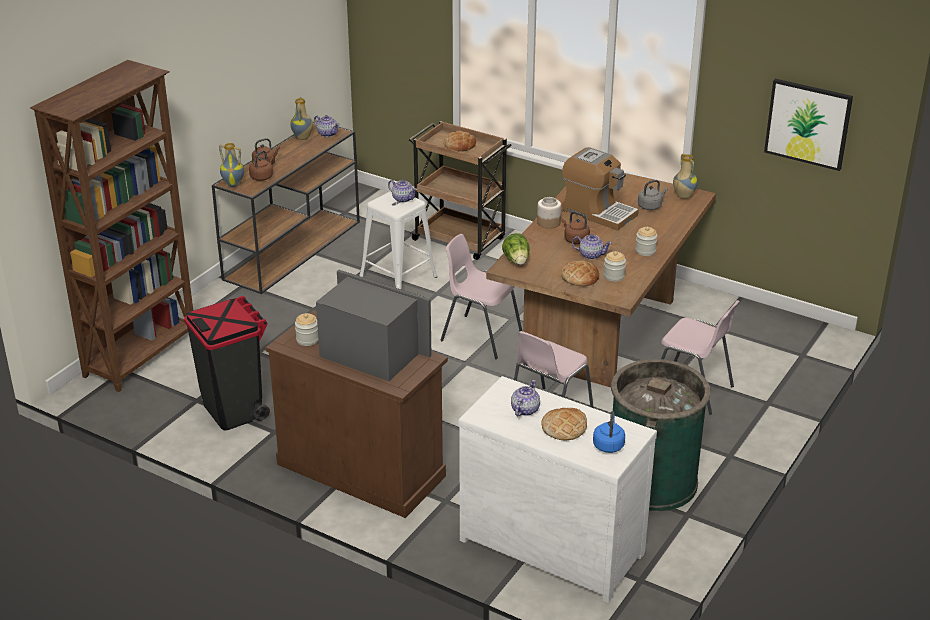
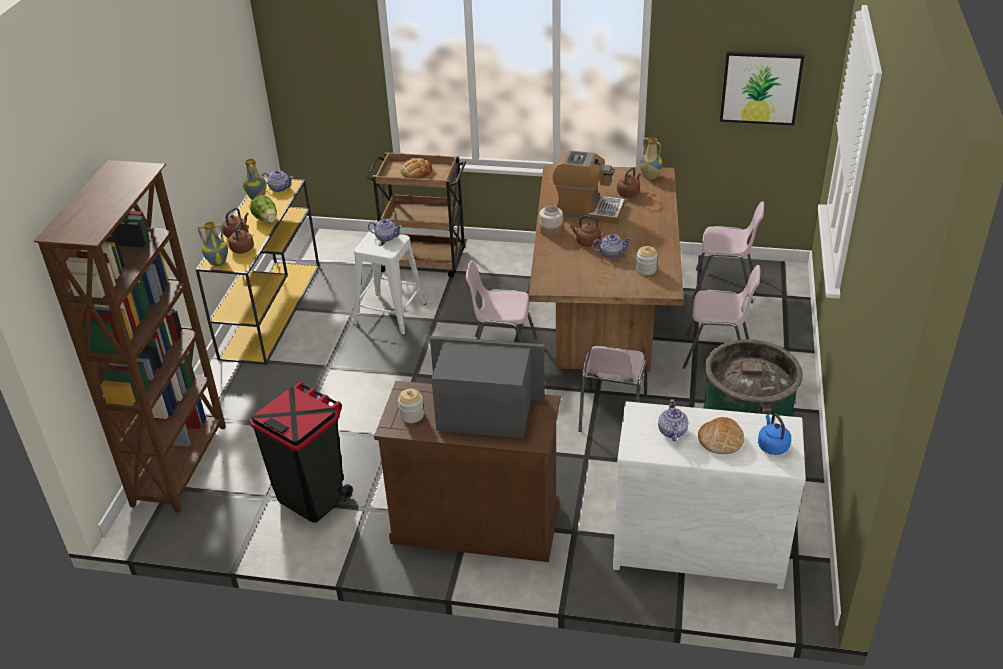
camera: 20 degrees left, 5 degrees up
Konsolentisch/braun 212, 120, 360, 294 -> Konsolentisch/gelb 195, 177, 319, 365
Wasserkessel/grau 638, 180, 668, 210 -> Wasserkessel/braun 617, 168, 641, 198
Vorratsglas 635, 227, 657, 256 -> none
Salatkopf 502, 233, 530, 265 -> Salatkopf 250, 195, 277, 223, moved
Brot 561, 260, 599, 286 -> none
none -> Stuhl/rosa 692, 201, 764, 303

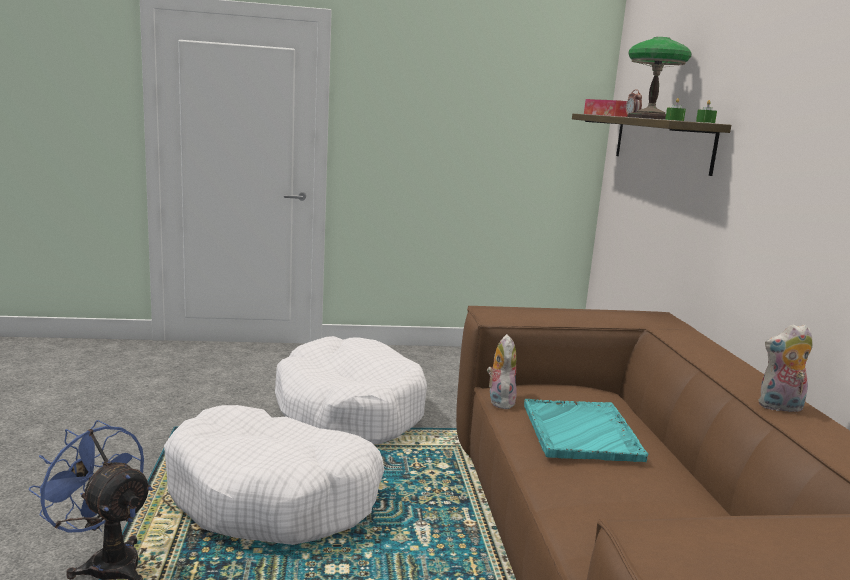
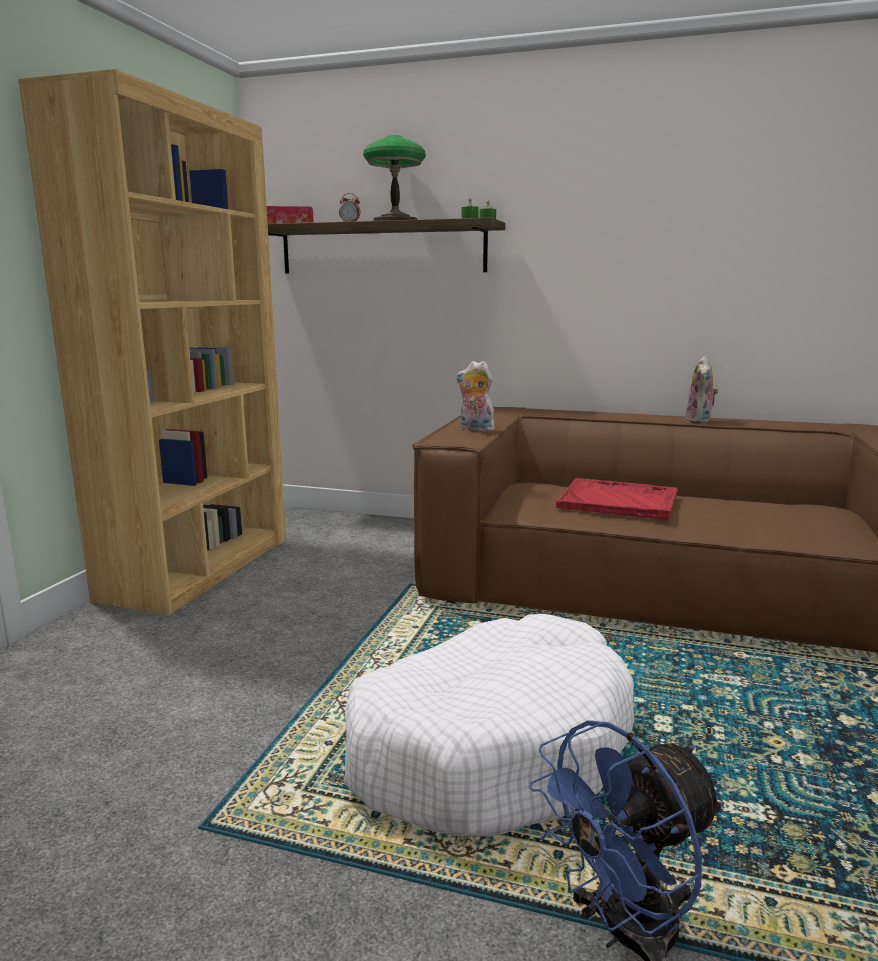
camera: 65 degrees left, 0 degrees up
Plüschtier 487, 334, 517, 409 -> Plüschtier 456, 361, 495, 432, moved
Hundebett/weiß 275, 336, 427, 445 -> none
Tablett/türkis 524, 399, 648, 462 -> Tablett/rot 556, 478, 678, 520
none -> Bücherregal/braun 18, 69, 286, 615

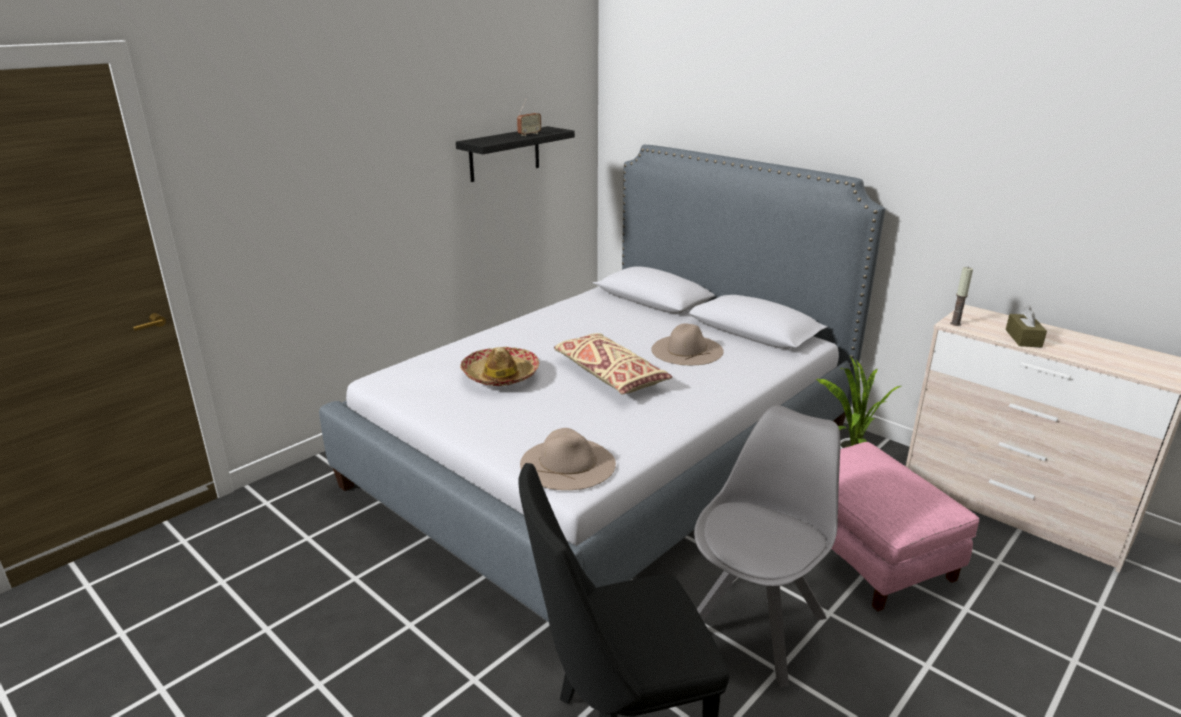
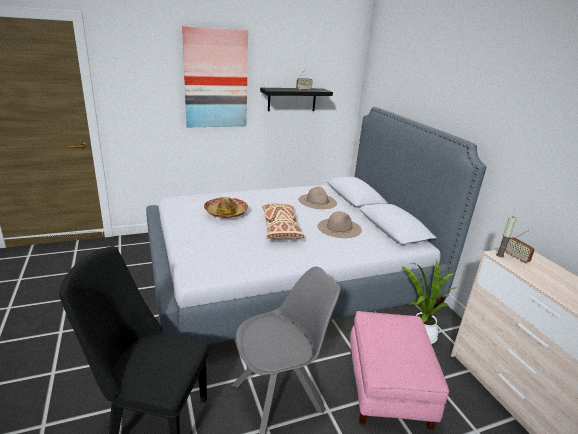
camera: 25 degrees right, 0 degrees up
Taschentuchbox/braun 1006, 305, 1047, 348 -> none
Hut/beige 520, 428, 616, 490 -> Hut/beige 299, 186, 337, 209, moved
none -> Bild 182, 26, 248, 127
none -> Radio 505, 230, 535, 263

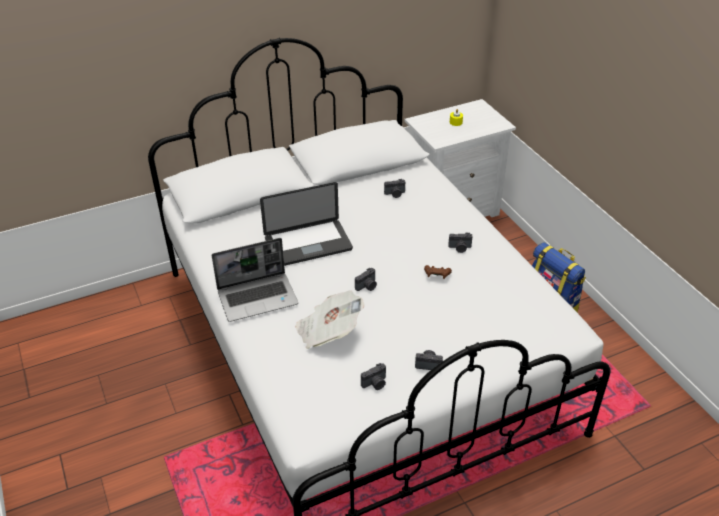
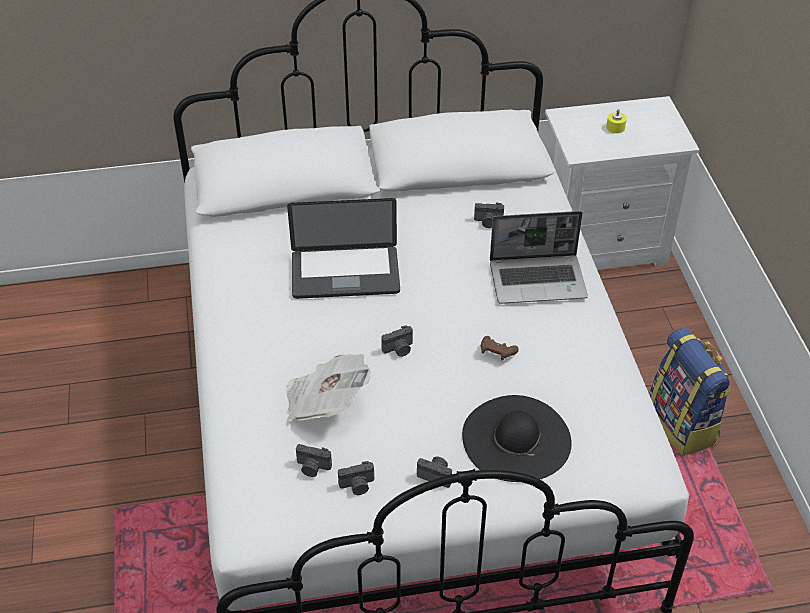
camera: 15 degrees right, 5 degrees up
Kamera 448, 232, 472, 253 -> Kamera 296, 444, 332, 477, moved
Laptop 212, 238, 298, 322 -> Laptop 490, 211, 588, 304, moved
none -> Hut/schwarz 462, 395, 572, 482

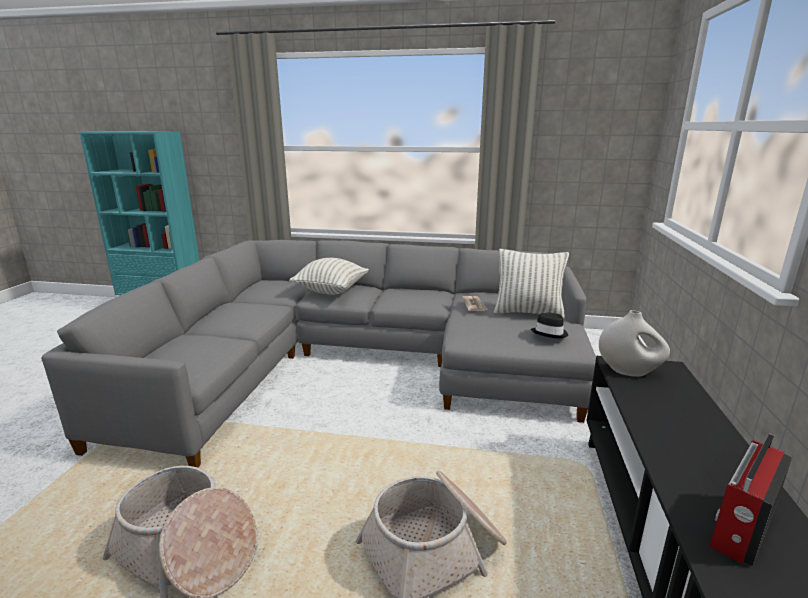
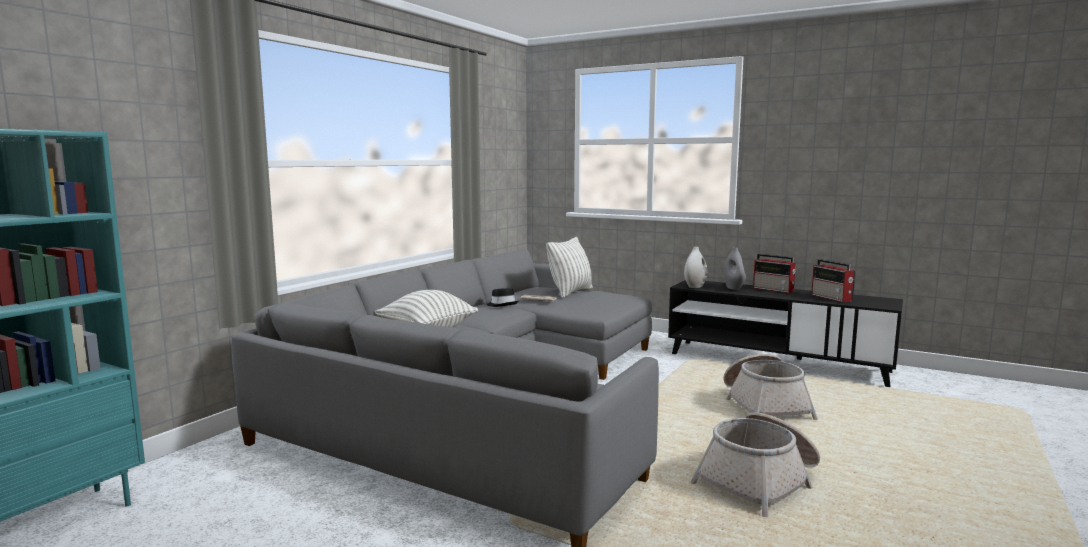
camera: 70 degrees left, 10 degrees down
Hut/schwarz 531, 312, 568, 338 -> Hut/schwarz 487, 288, 518, 307, moved
none -> Vase/grau 724, 247, 746, 290
none -> Radio 753, 254, 796, 293

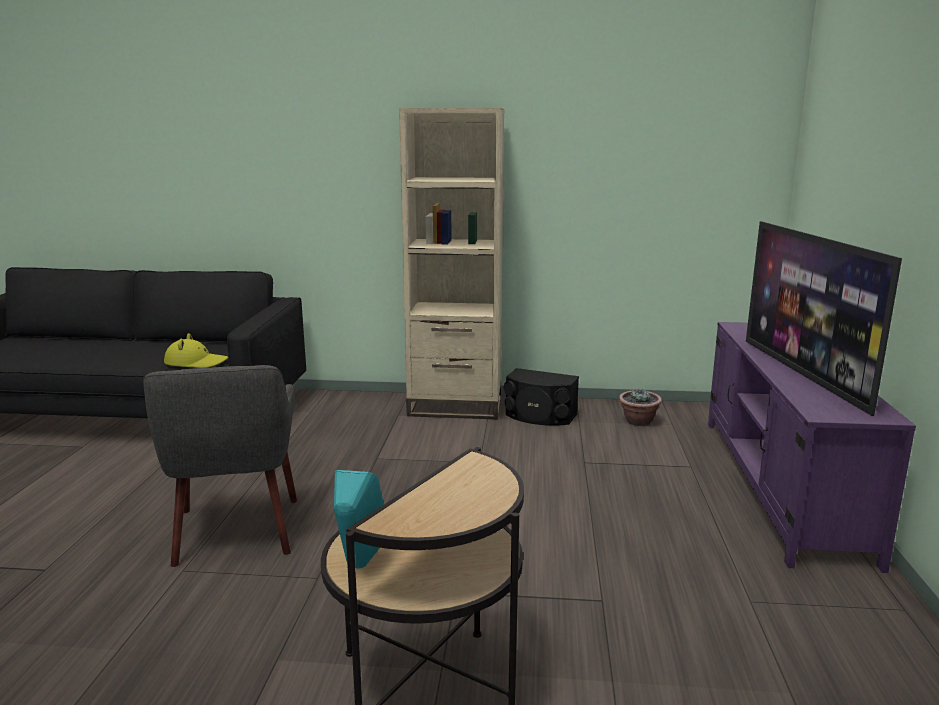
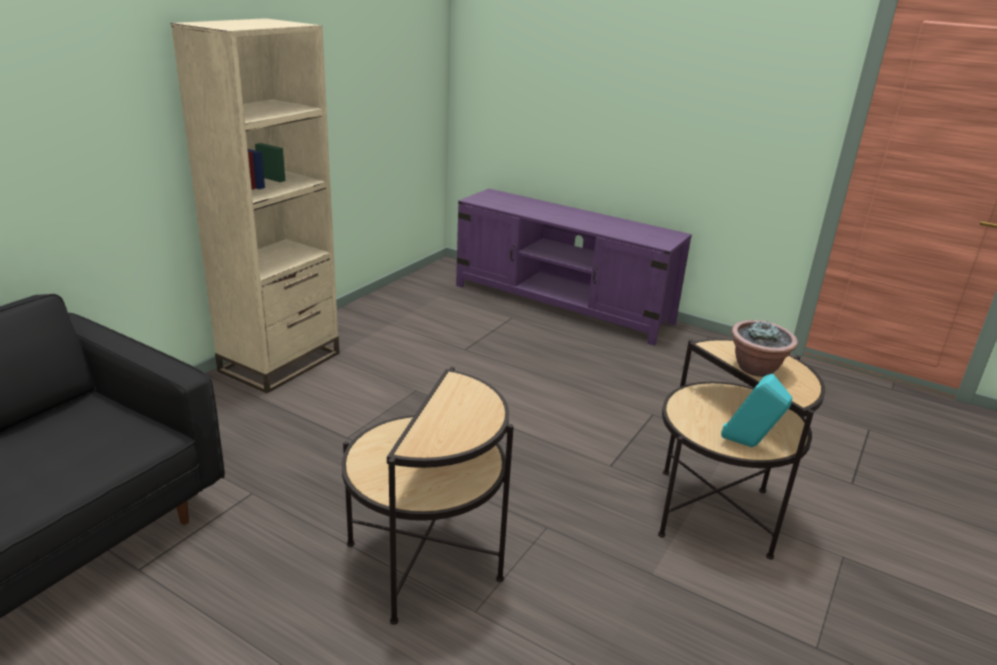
camera: 65 degrees left, 10 degrees up
Fernseher 746, 221, 902, 416 -> none
Hut/gelb 164, 333, 228, 368 -> none
Sessel/grau 143, 365, 297, 567 -> Beistelltisch 342, 367, 514, 625
Lautsprecher/schwarz 504, 368, 579, 426 -> none
Topfpflanze 619, 389, 662, 426 -> Topfpflanze 731, 320, 798, 377, moved

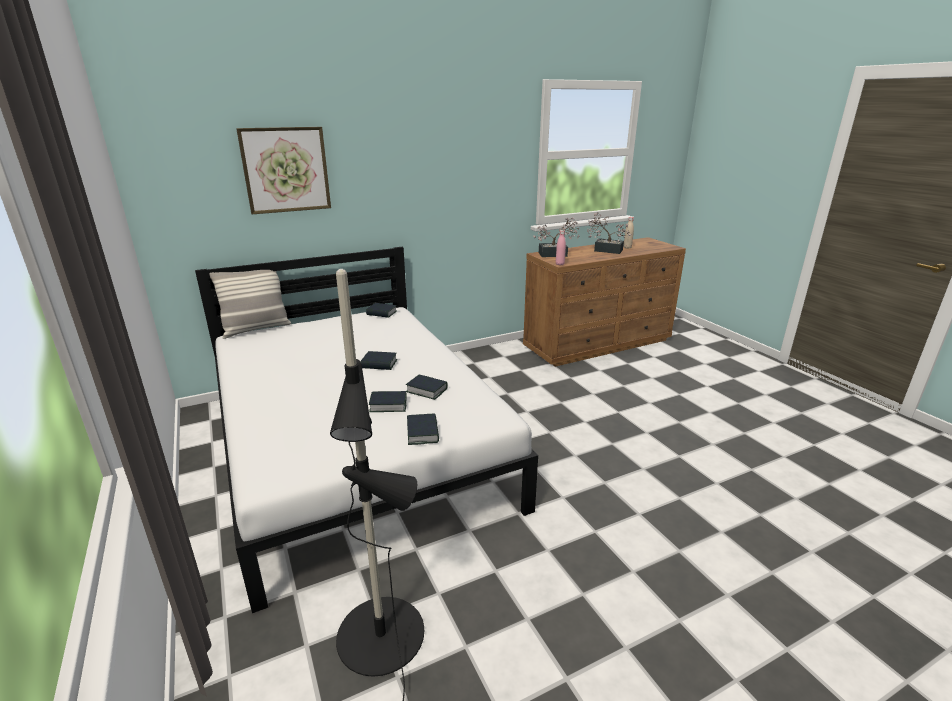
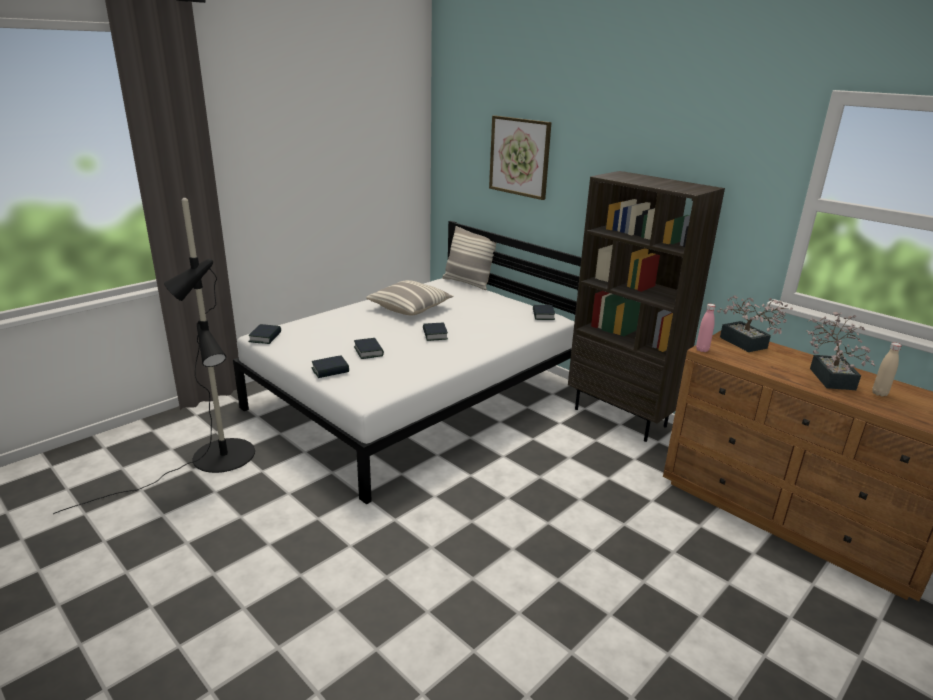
camera: 70 degrees right, 0 degrees up
Buch 406, 374, 448, 400 -> Buch 249, 324, 281, 344, moved
none -> Bücherregal/braun 568, 171, 725, 442
none -> Kissen 366, 280, 453, 316

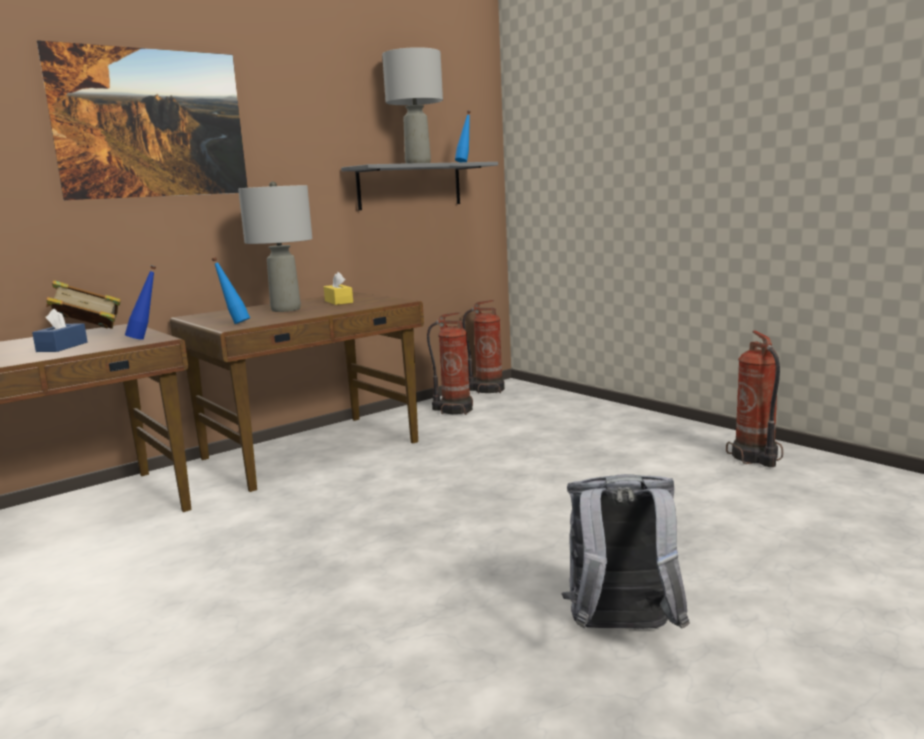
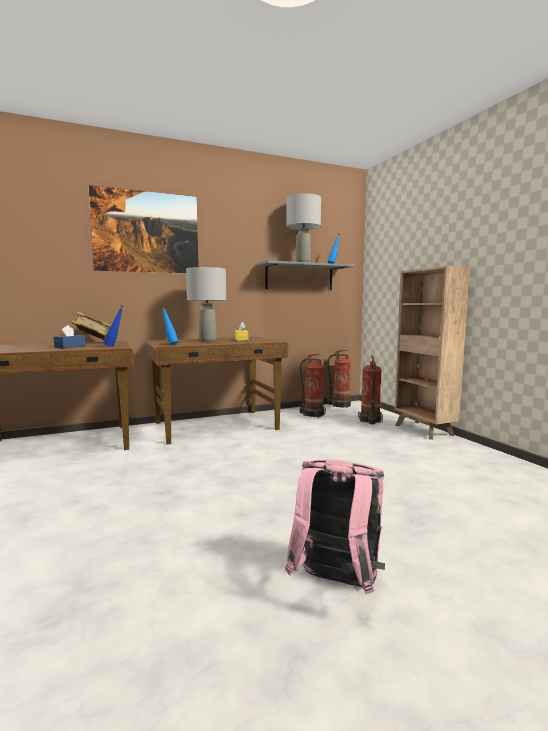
camera: 15 degrees right, 5 degrees down
Feuerlöscher 726, 330, 783, 467 -> Feuerlöscher 358, 355, 383, 424, moved
Rucksack/grau 561, 474, 690, 629 -> Rucksack/rosa 285, 460, 385, 594
none -> Bücherregal/braun 394, 266, 470, 440

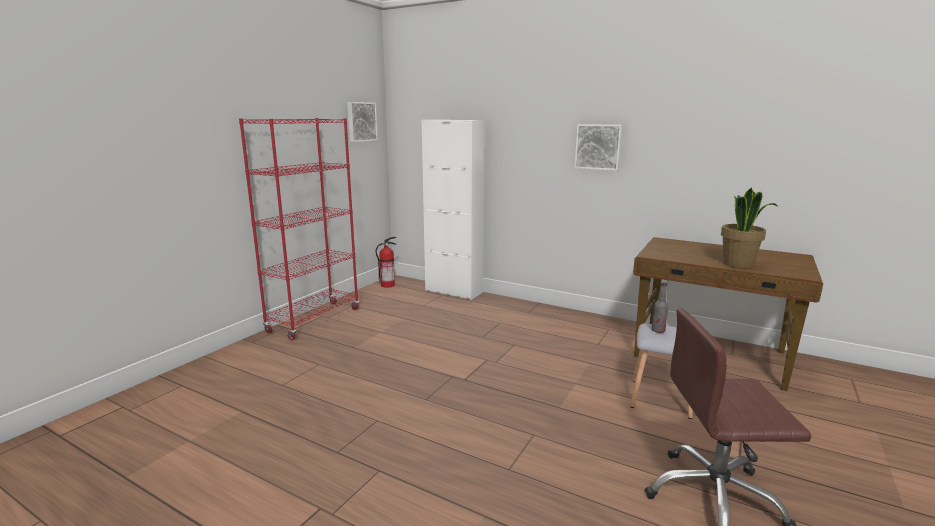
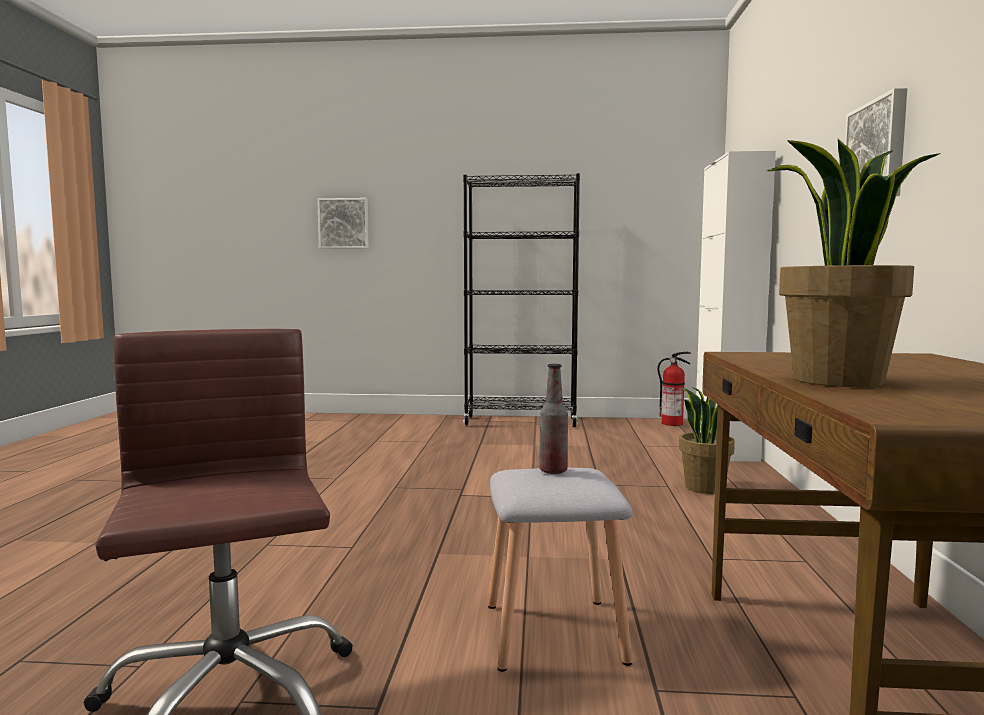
camera: 65 degrees right, 10 degrees down
Bild 347, 102, 378, 142 -> Bild 317, 198, 369, 249, moved
Bücherregal/rot 239, 118, 359, 340 -> Bücherregal/schwarz 463, 173, 580, 427
none -> Topfpflanze 679, 387, 735, 494

